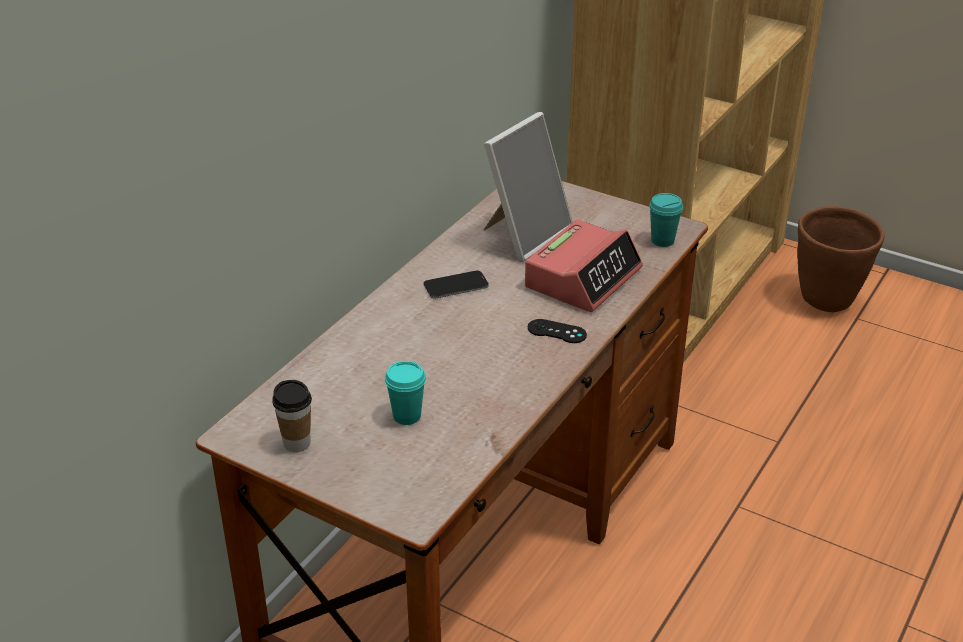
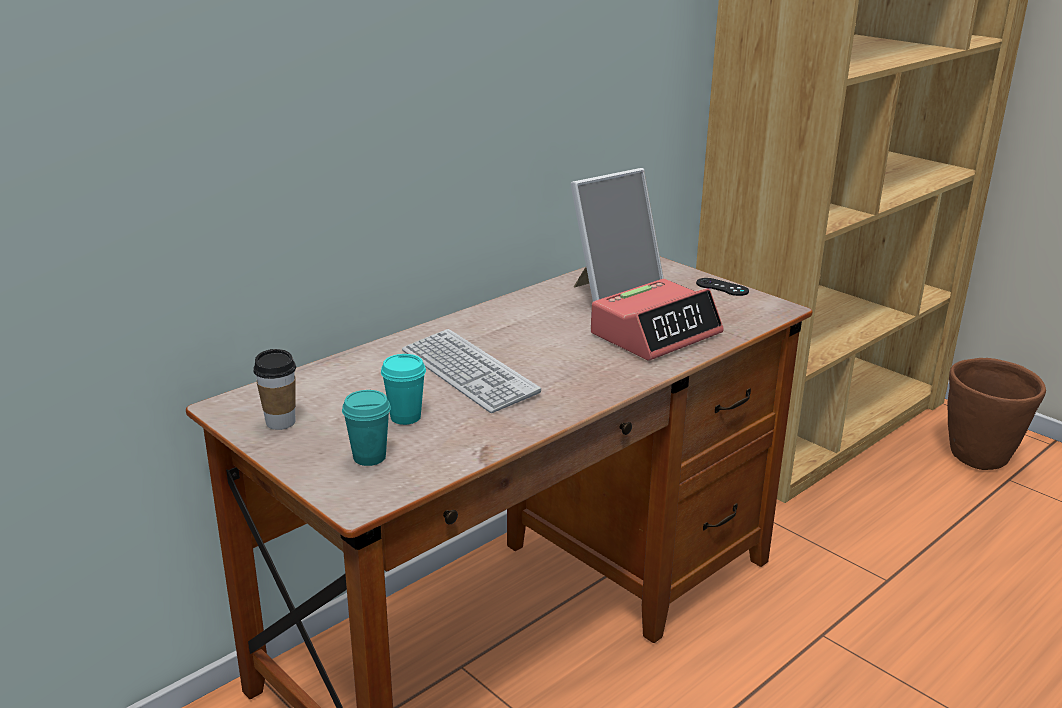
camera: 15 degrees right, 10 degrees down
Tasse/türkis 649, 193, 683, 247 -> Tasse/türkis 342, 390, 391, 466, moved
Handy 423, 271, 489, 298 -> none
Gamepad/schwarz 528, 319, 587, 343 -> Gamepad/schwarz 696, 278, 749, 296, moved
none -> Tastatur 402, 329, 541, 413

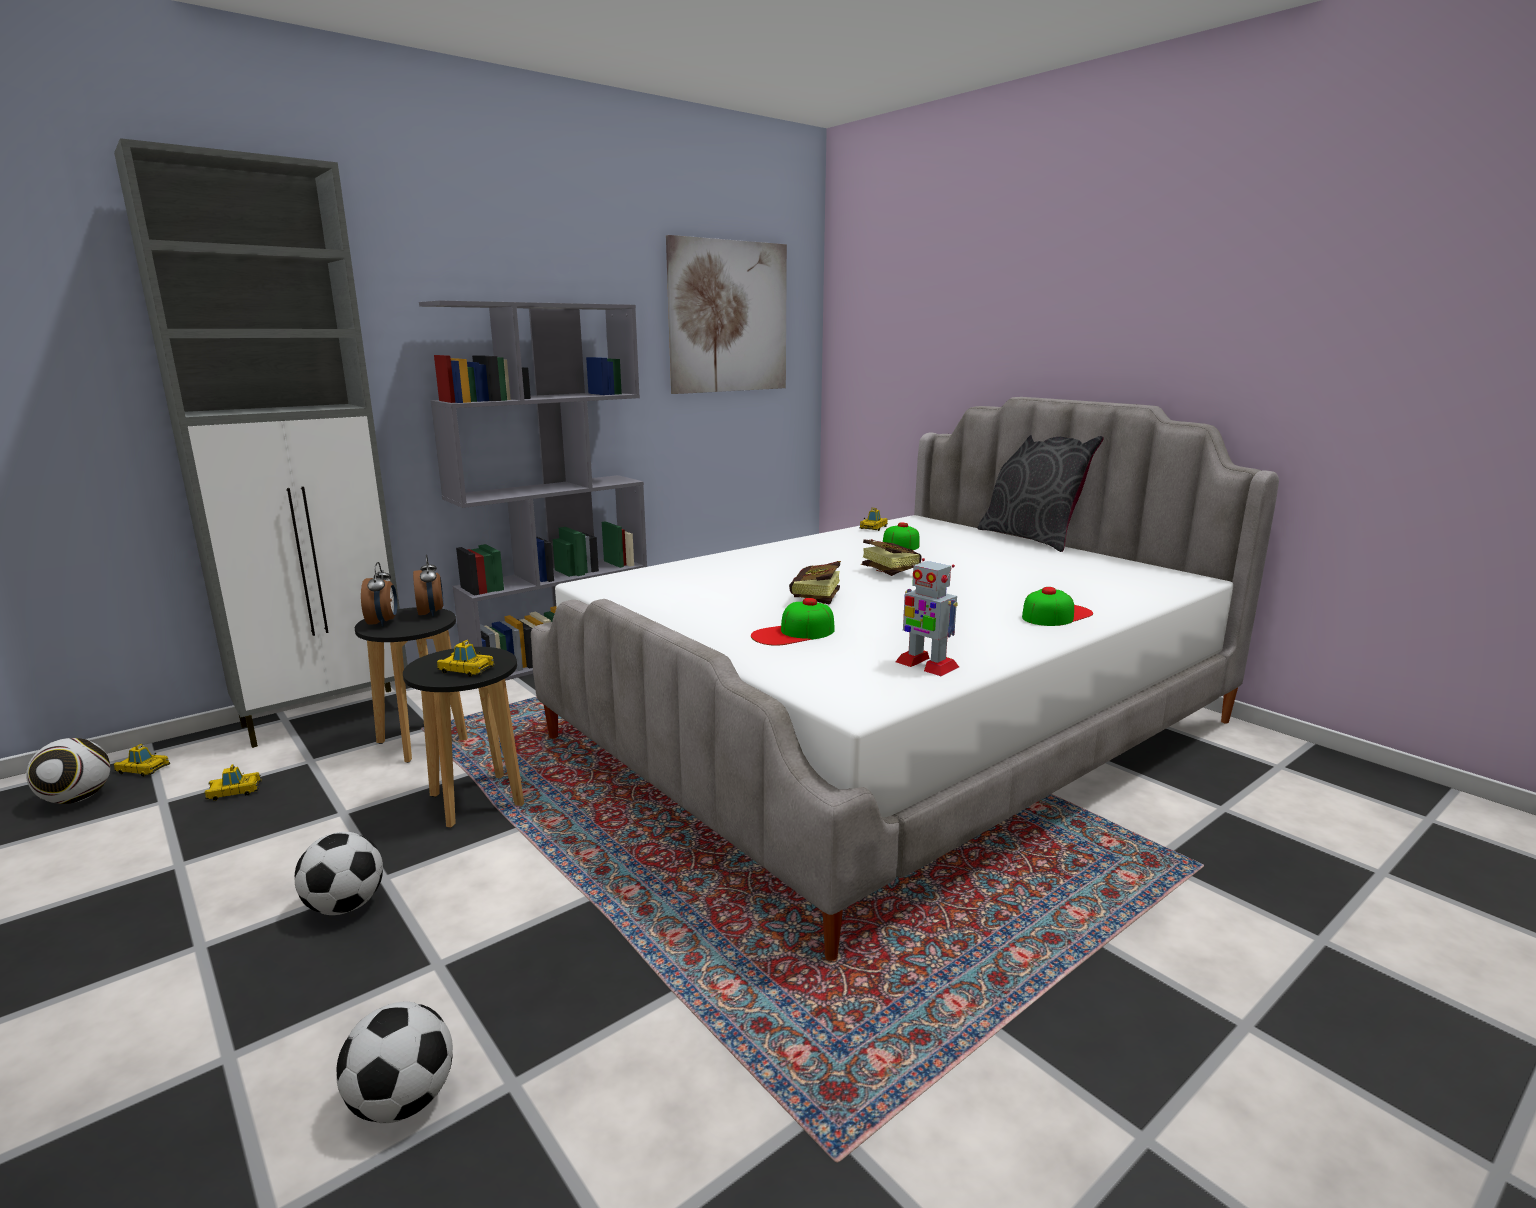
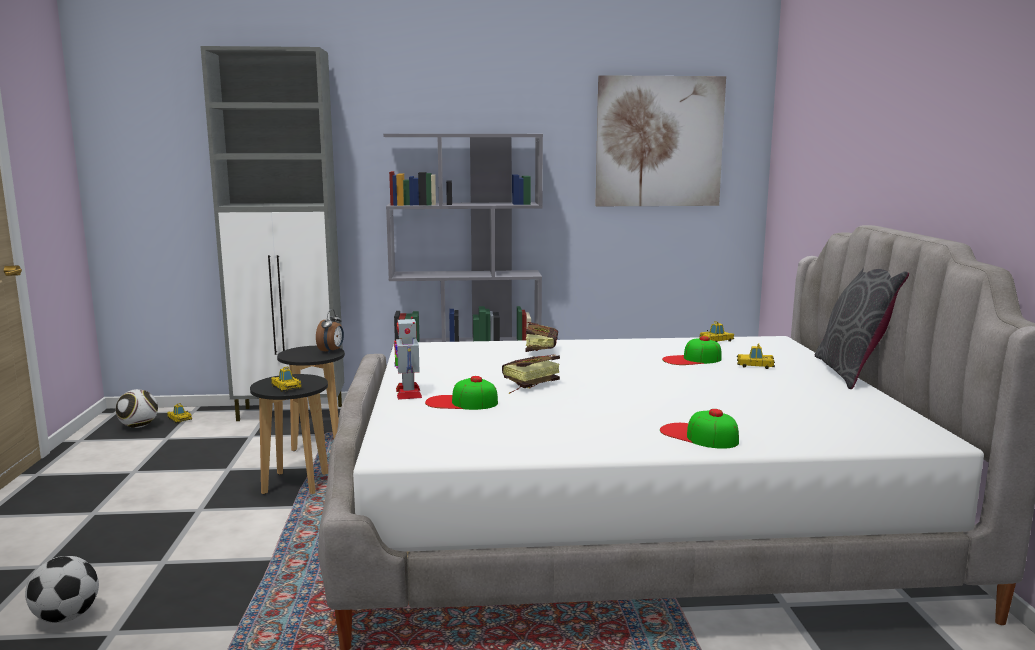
camera: 35 degrees right, 5 degrees down
Buch 861, 539, 921, 576 -> Buch 525, 322, 558, 352, moved
Spielzeugroboter 896, 558, 959, 676 -> Spielzeugroboter 394, 317, 422, 400, moved
Wecker 361, 562, 397, 627 -> none
Kappe 1022, 587, 1093, 626 -> Kappe 660, 409, 739, 449, 135 degrees counterclockwise
Spielzeugauto 204, 764, 262, 801 -> Spielzeugauto 737, 343, 775, 369, moved
Fußball 295, 832, 383, 915 -> none

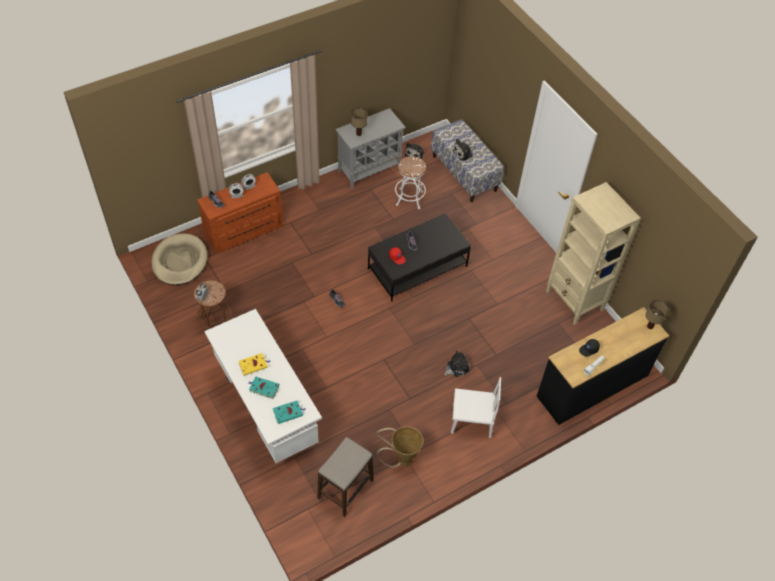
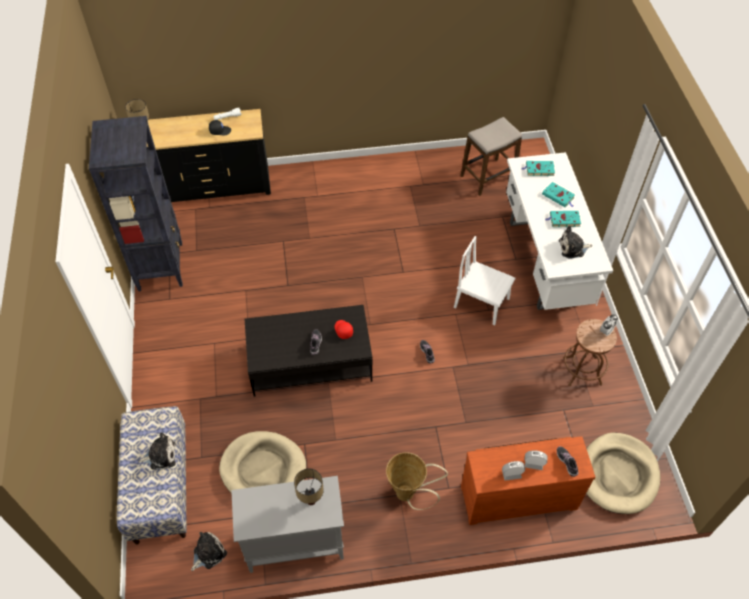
camera: 155 degrees left, 0 degrees up
Hocker/weiß 395, 156, 426, 209 -> Hundebett/beige 219, 431, 306, 494
Bücherregal/beige 546, 182, 641, 325 -> Bücherregal/schwarz 89, 116, 183, 291
Plüschtier 444, 350, 470, 377 -> Plüschtier 559, 226, 592, 259, moved
Buch/gelb 239, 353, 270, 376 -> Buch/türkis 545, 211, 581, 227
Stuhl/weiß 451, 377, 501, 438 -> Stuhl/weiß 454, 236, 516, 325, moved
Korb 376, 426, 423, 467 -> Korb 386, 452, 448, 510, moved

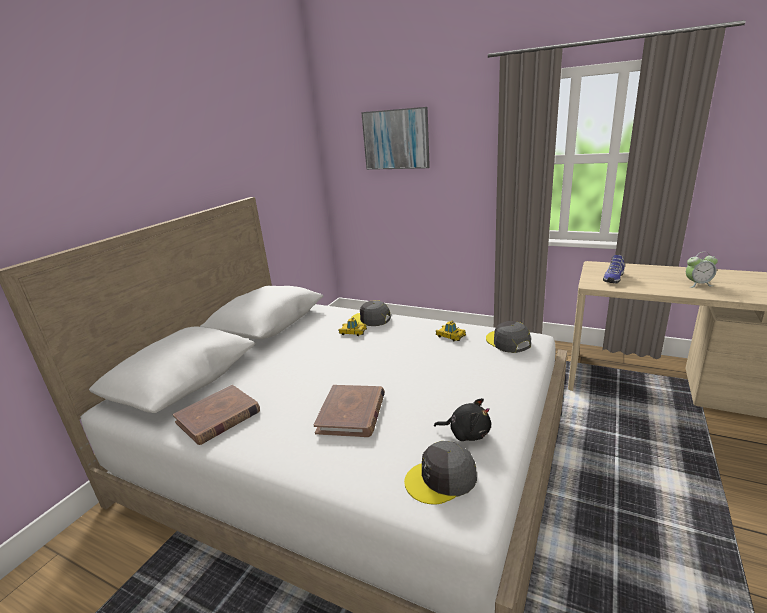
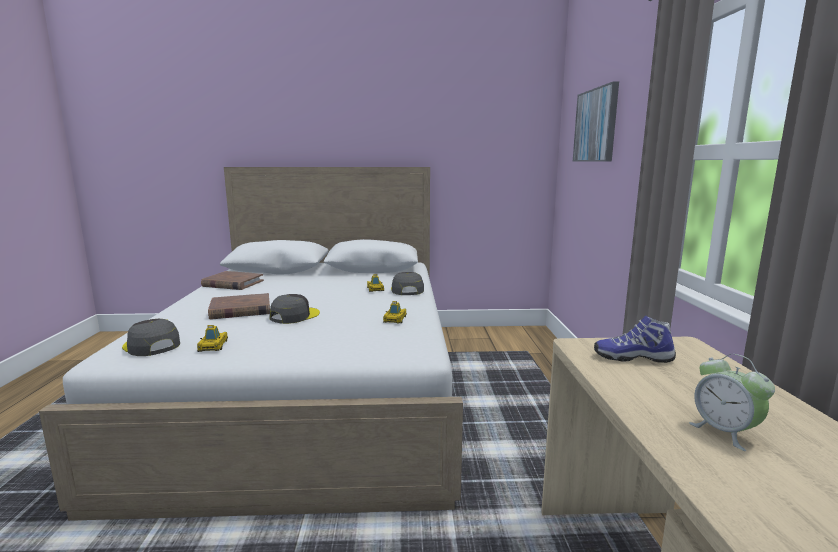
camera: 60 degrees right, 10 degrees down
Kappe/grau 486, 321, 531, 353 -> Kappe/grau 270, 294, 320, 324, moved
Plüschtier/schwarz 434, 398, 491, 441 -> Spielzeugauto 197, 325, 228, 352

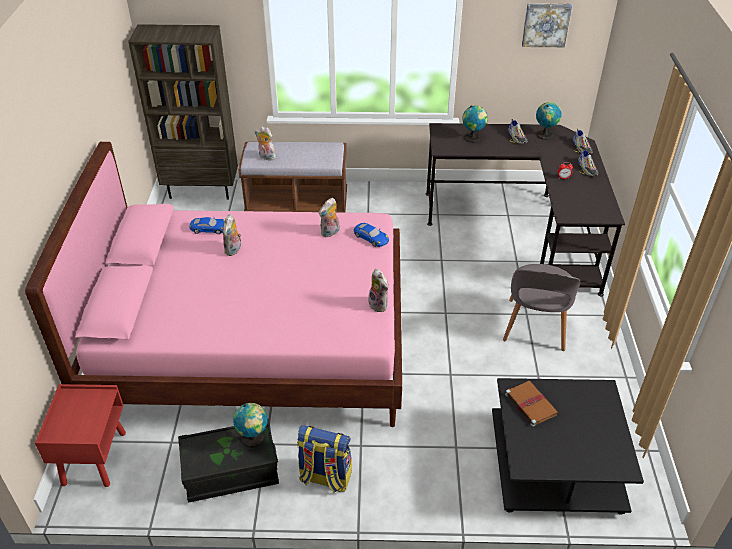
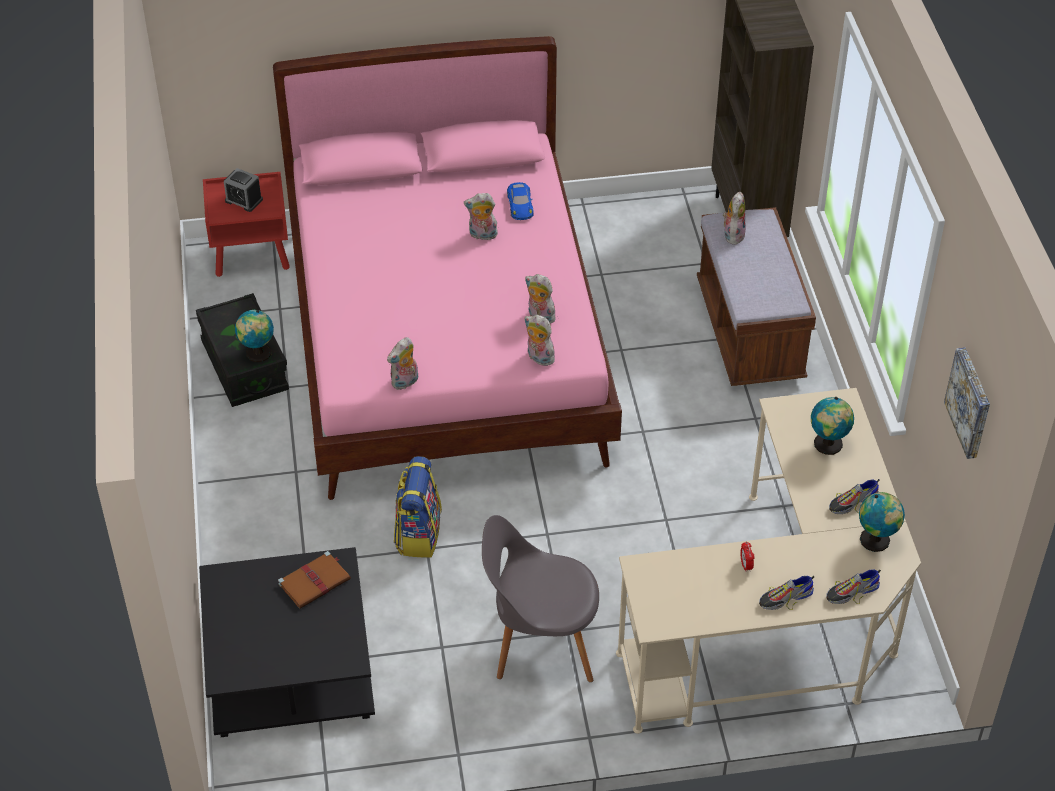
camera: 80 degrees right, 5 degrees up
Schreibtisch/schwarz 425, 123, 625, 296 -> Schreibtisch/beige 616, 388, 921, 734
Spielzeugauto/blau 354, 223, 389, 247 -> Plüschtier 525, 315, 555, 366
Rucksack 297, 425, 352, 493 -> Rucksack 394, 456, 442, 558, moved
none -> Wecker 224, 168, 263, 212

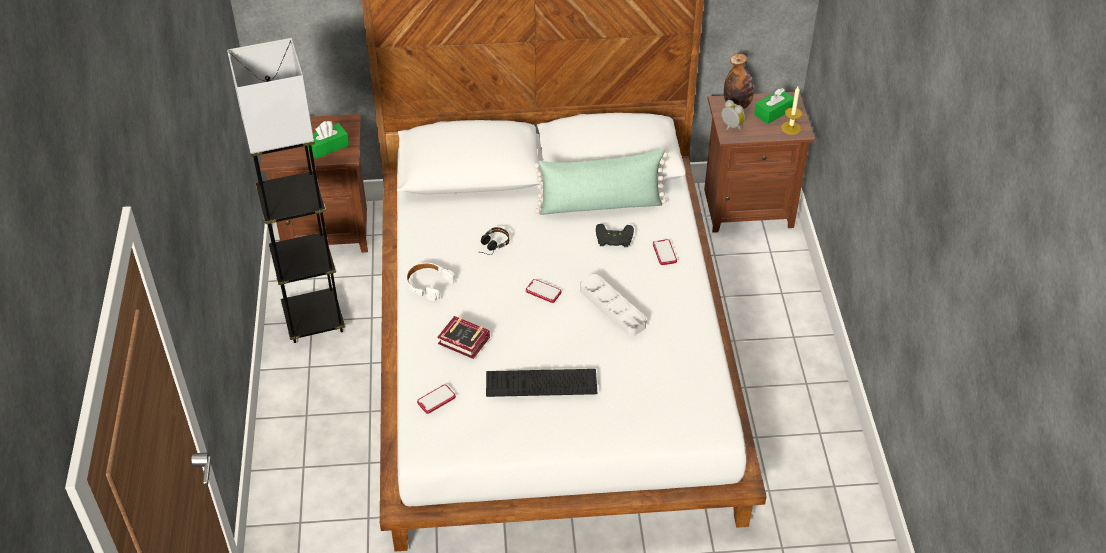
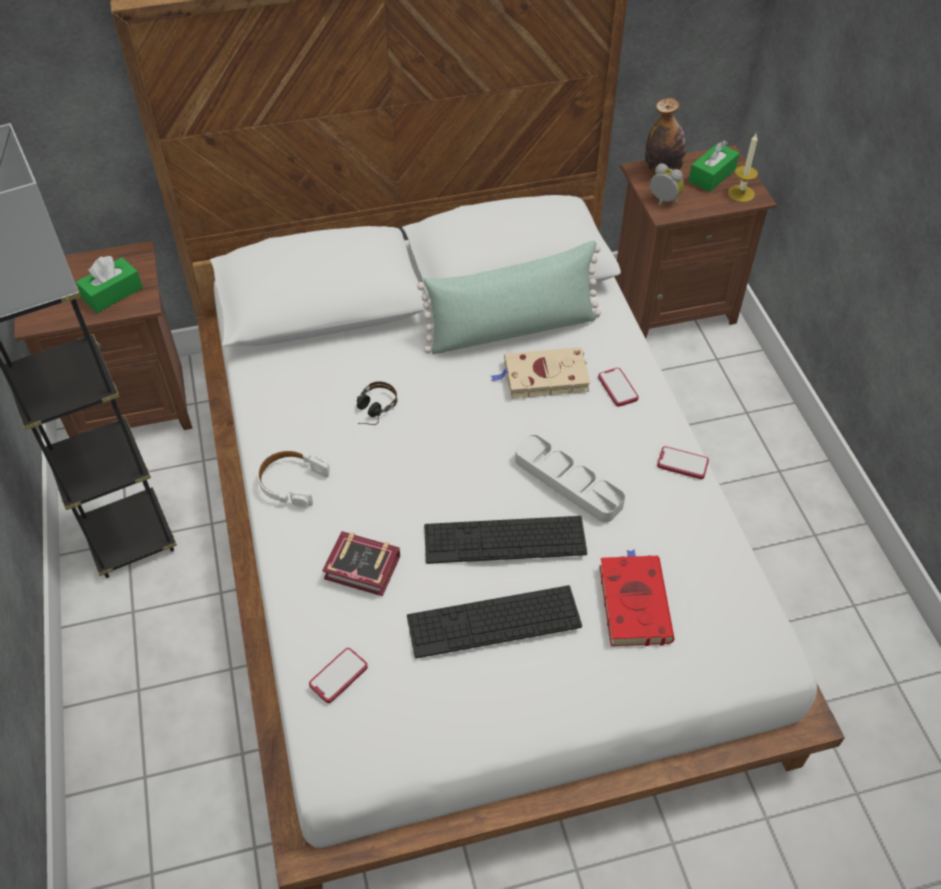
camera: 10 degrees left, 5 degrees up
Gamepad/schwarz 596, 224, 634, 247 -> Buch/beige 491, 347, 590, 399
Handy 526, 279, 561, 303 -> Handy 657, 446, 709, 479, moved
none -> Tastatur 424, 516, 587, 564
none -> Buch/rot 599, 550, 675, 646

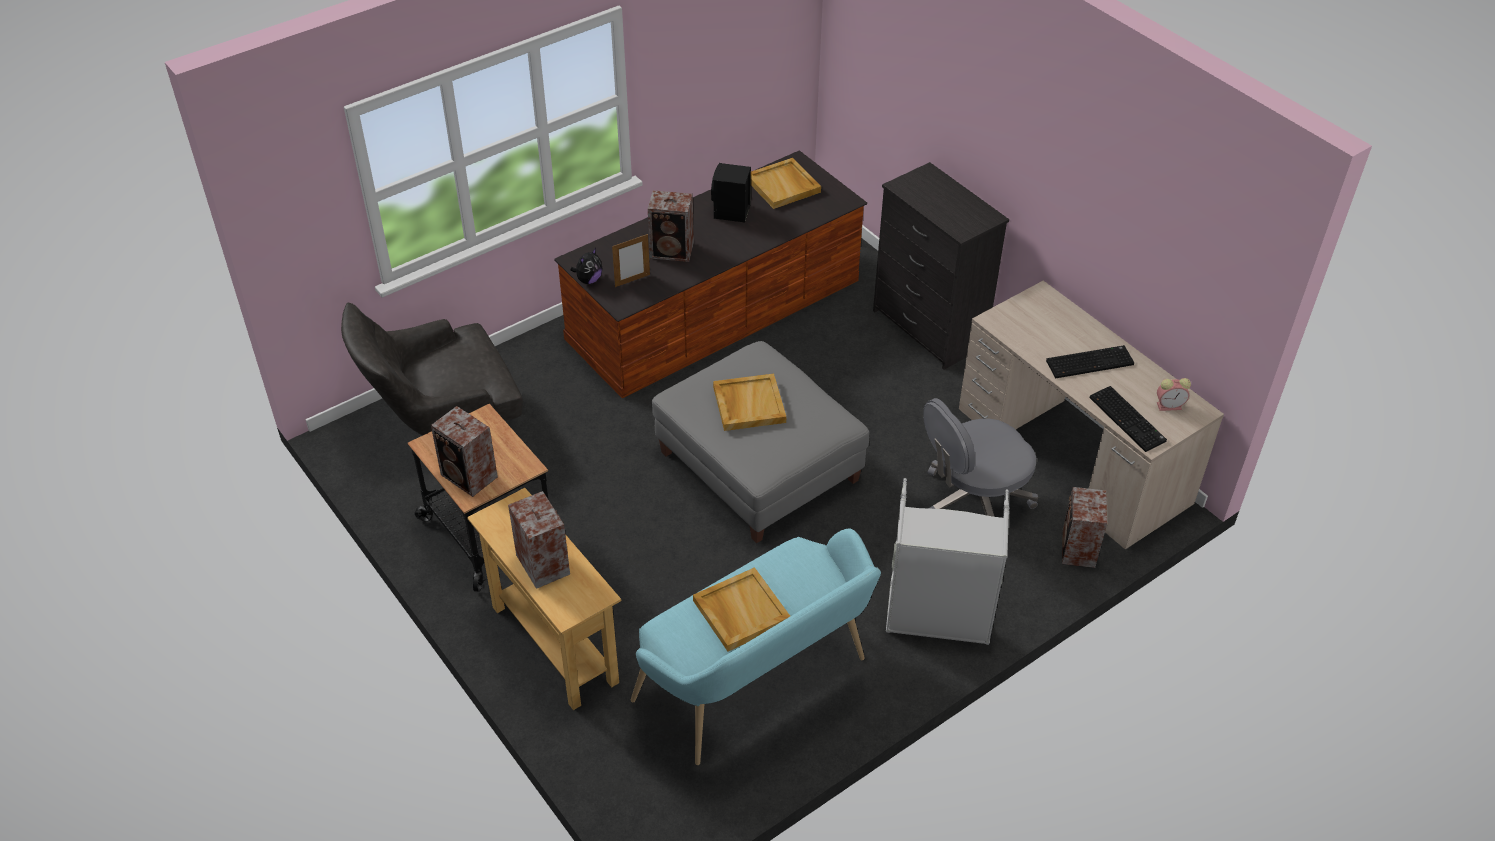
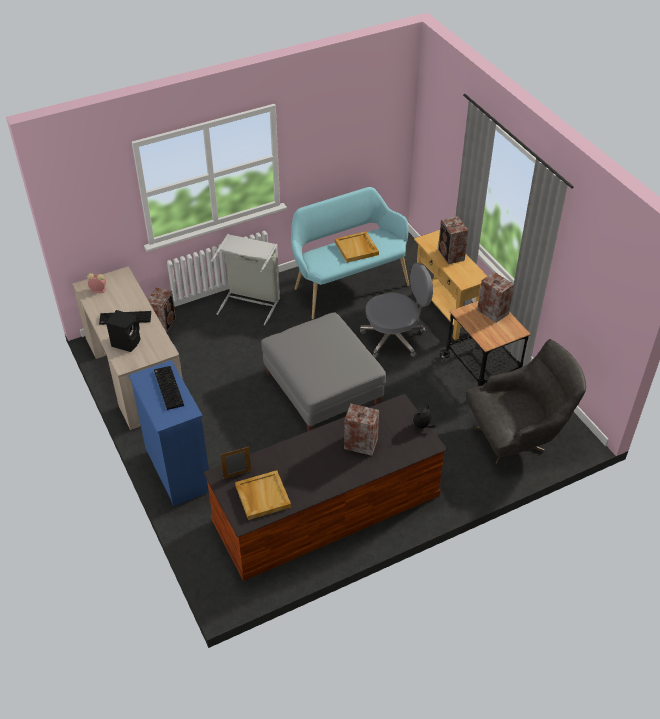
camera: 170 degrees left, 0 degrees up
Kommode/schwarz 873, 162, 1009, 370 -> Kommode/blau 129, 360, 209, 506
Lautsprecher/schwarz 711, 163, 751, 222 -> Lautsprecher/schwarz 106, 310, 140, 352, moved
Bilderrahmen 612, 234, 650, 287 -> Bilderrahmen 221, 447, 251, 479, moved
Tablett/beige 713, 374, 786, 431 -> none
Tastatur 1090, 386, 1167, 452 -> Tastatur 154, 366, 184, 410, moved
Bürostuhl/grau 923, 398, 1038, 517 -> Bürostuhl/grau 360, 263, 433, 358, moved

